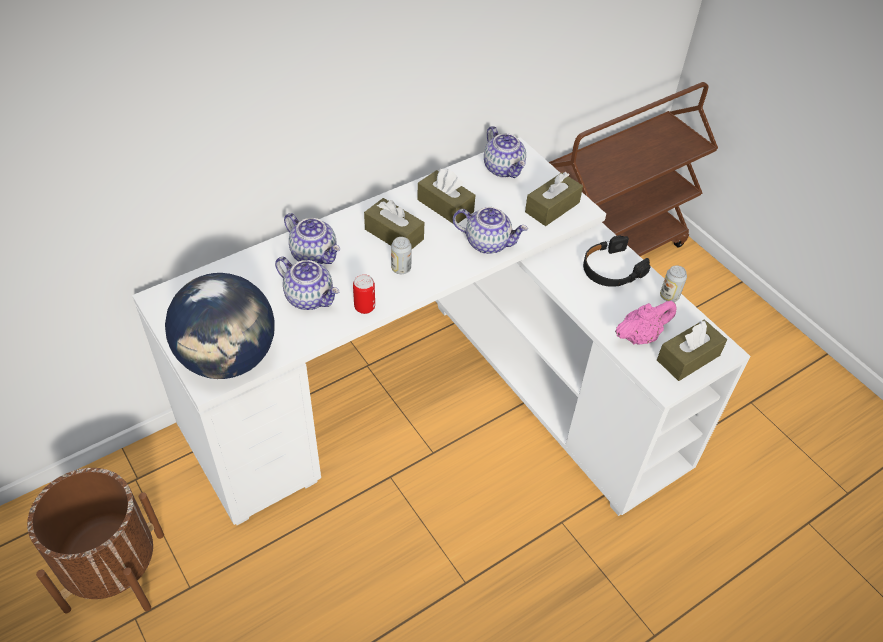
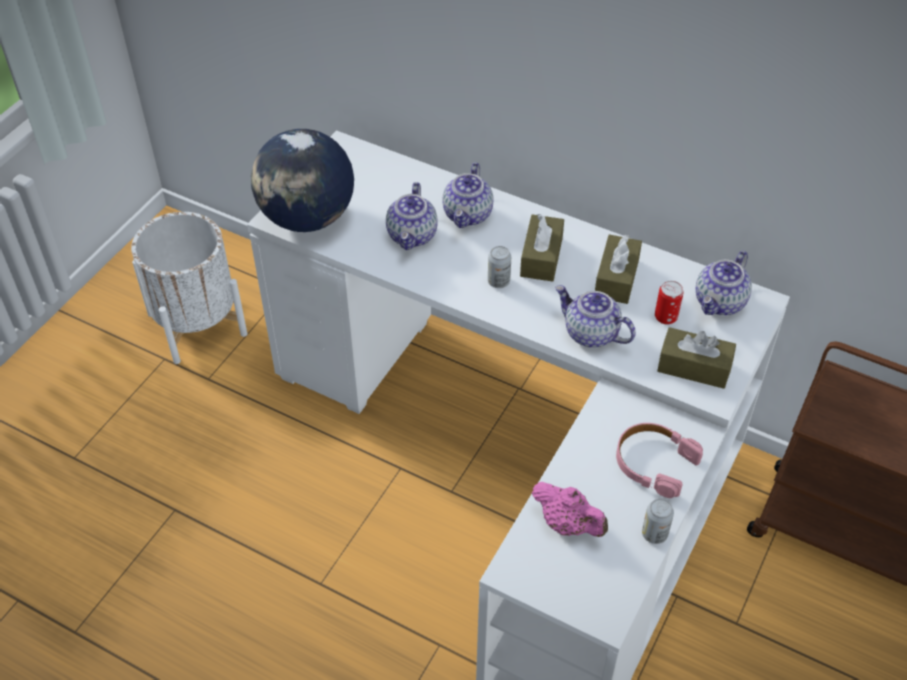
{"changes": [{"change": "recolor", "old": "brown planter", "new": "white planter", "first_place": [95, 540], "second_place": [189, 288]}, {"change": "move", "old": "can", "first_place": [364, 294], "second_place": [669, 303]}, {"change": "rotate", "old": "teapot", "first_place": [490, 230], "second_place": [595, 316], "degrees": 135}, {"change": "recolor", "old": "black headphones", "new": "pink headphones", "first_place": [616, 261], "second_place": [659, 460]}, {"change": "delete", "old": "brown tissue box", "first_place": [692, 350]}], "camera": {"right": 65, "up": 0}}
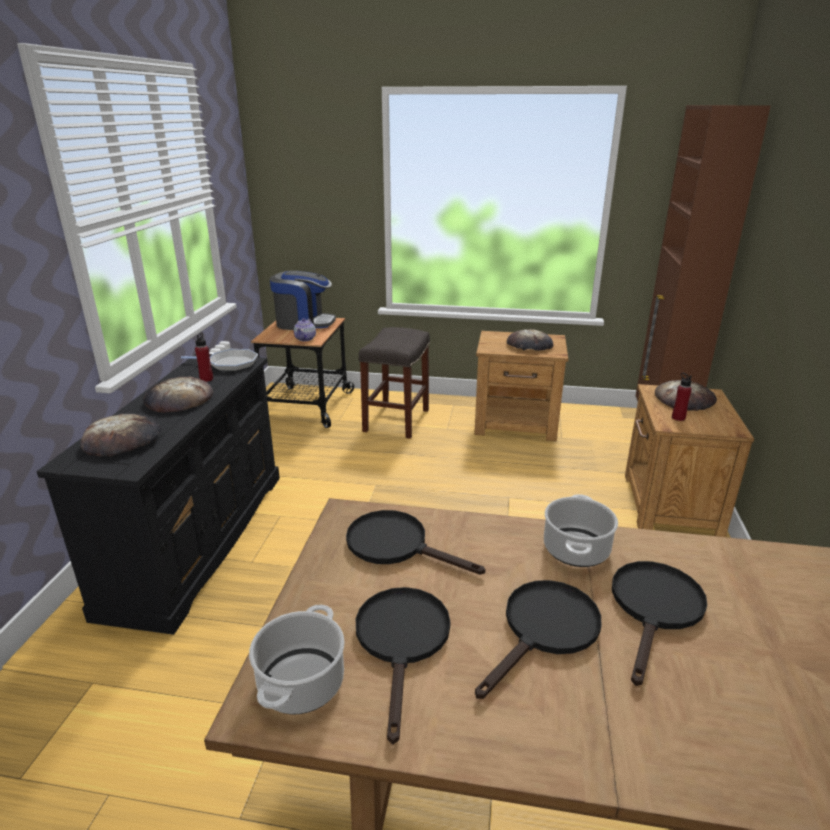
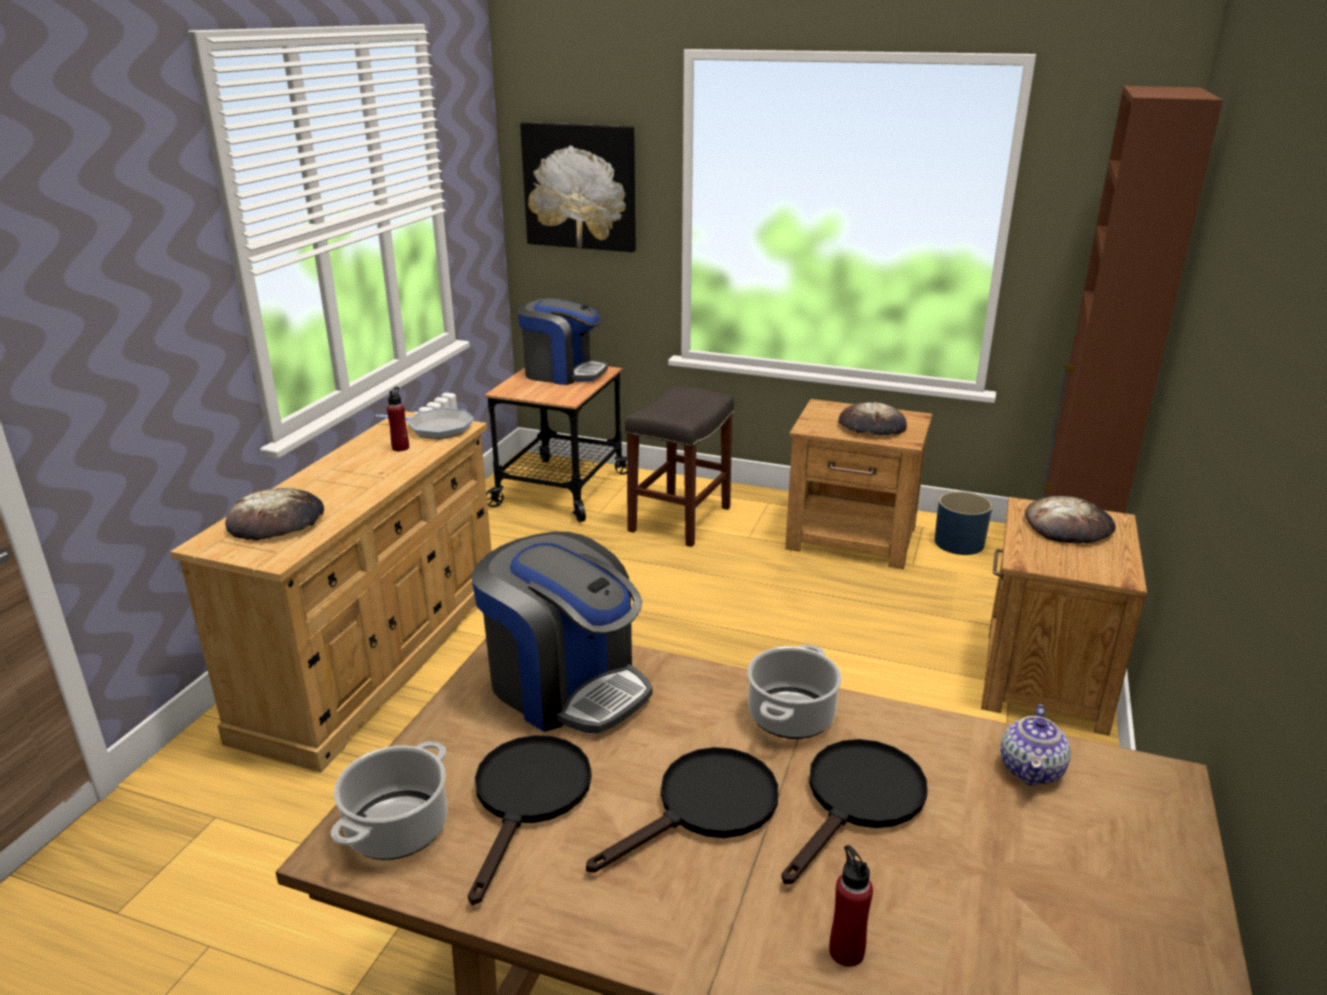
{"changes": [{"change": "recolor", "old": "black dresser", "new": "beige dresser", "first_place": [158, 494], "second_place": [331, 591]}, {"change": "delete", "old": "bread", "first_place": [178, 395]}, {"change": "move", "old": "teapot", "first_place": [305, 329], "second_place": [1036, 745]}, {"change": "replace", "old": "black frying pan", "new": "coffee machine", "first_place": [415, 542], "second_place": [562, 632]}, {"change": "move", "old": "red bottle", "first_place": [682, 397], "second_place": [851, 906]}, {"change": "insert", "new": "picture", "second_place": [578, 187]}, {"change": "insert", "new": "blue planter", "second_place": [963, 523]}], "camera": {"right": 10, "up": 0}}
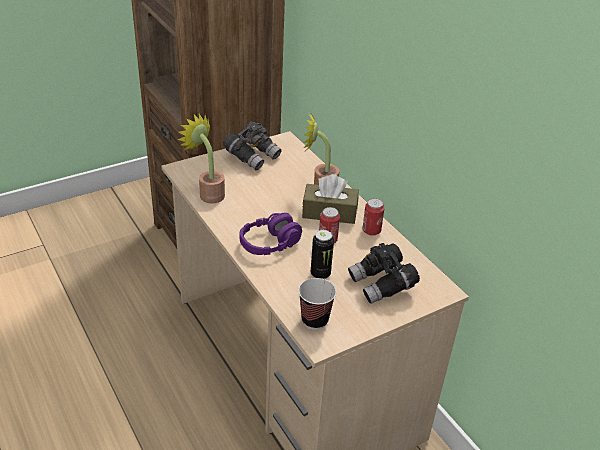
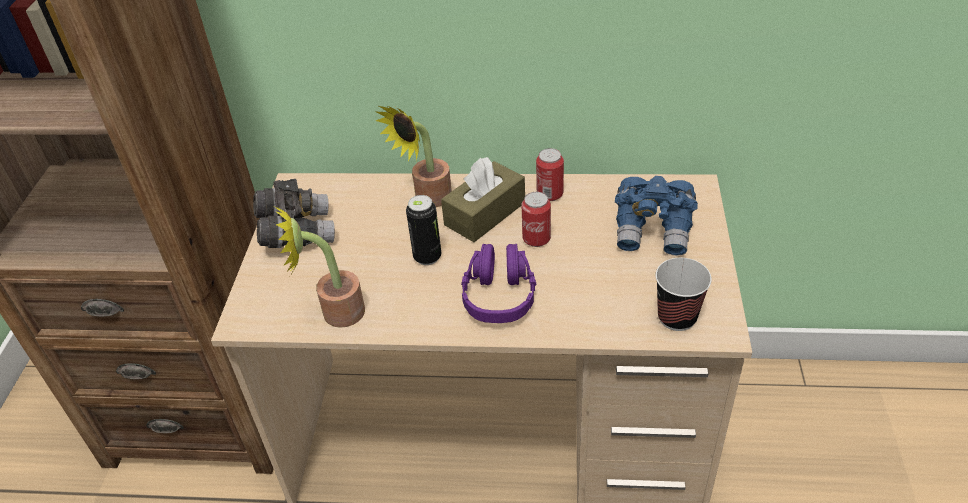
{"changes": [{"change": "move", "old": "can", "first_place": [322, 254], "second_place": [423, 230]}, {"change": "recolor", "old": "black binoculars", "new": "blue binoculars", "first_place": [384, 273], "second_place": [656, 216]}], "camera": {"right": -50, "up": 5}}
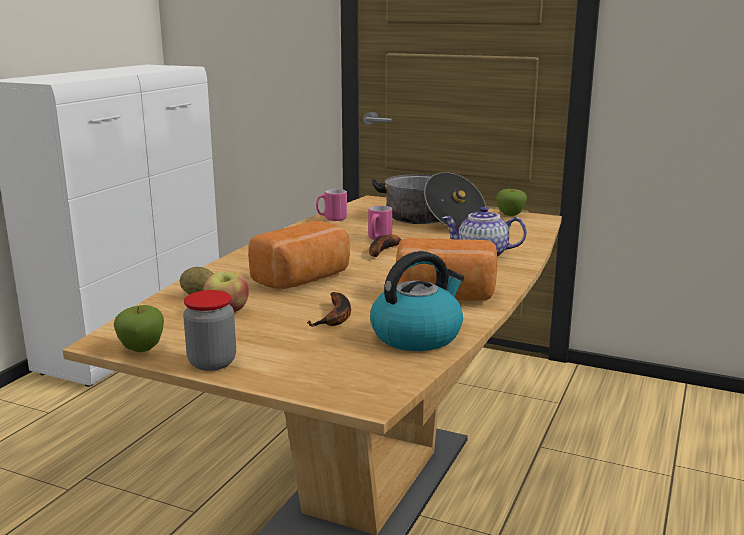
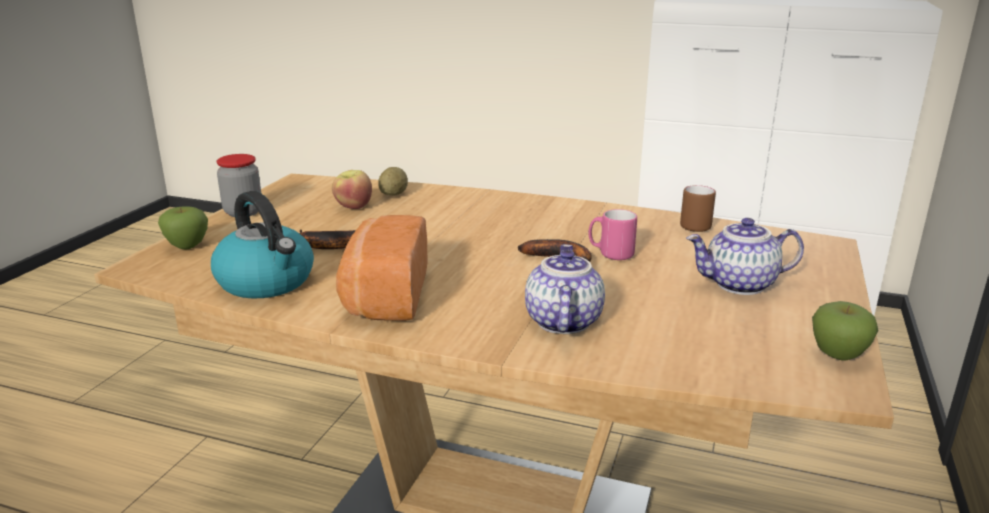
{"changes": [{"change": "move", "old": "apple", "first_place": [139, 328], "second_place": [183, 227]}, {"change": "delete", "old": "bread", "first_place": [299, 255]}, {"change": "recolor", "old": "pink mug", "new": "brown mug", "first_place": [331, 205], "second_place": [698, 208]}, {"change": "replace", "old": "cooking pot", "new": "teapot", "first_place": [428, 199], "second_place": [745, 256]}], "camera": {"right": 85, "up": 5}}
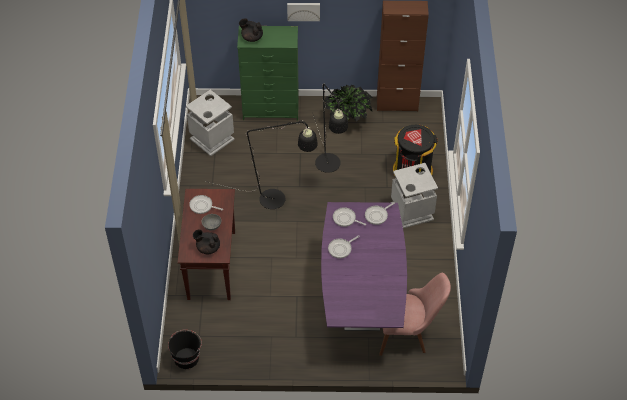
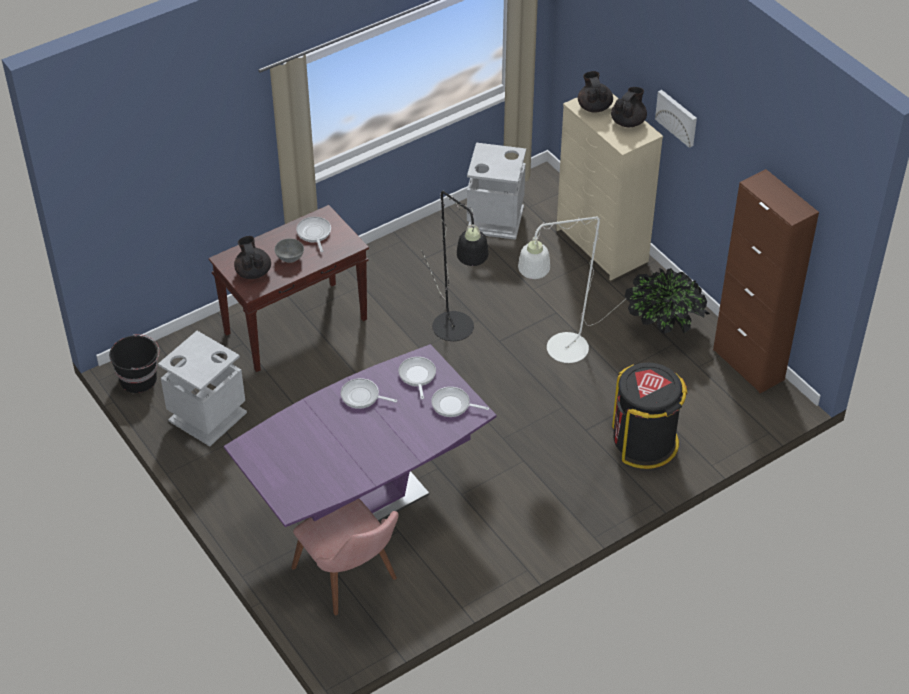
{"changes": [{"change": "recolor", "old": "green dresser", "new": "beige dresser", "first_place": [268, 73], "second_place": [609, 187]}, {"change": "recolor", "old": "black floor lamp", "new": "white floor lamp", "first_place": [330, 128], "second_place": [572, 289]}, {"change": "move", "old": "grey trash can", "first_place": [414, 195], "second_place": [202, 389]}, {"change": "insert", "new": "black teapot", "second_place": [629, 107]}], "camera": {"right": 55, "up": -5}}
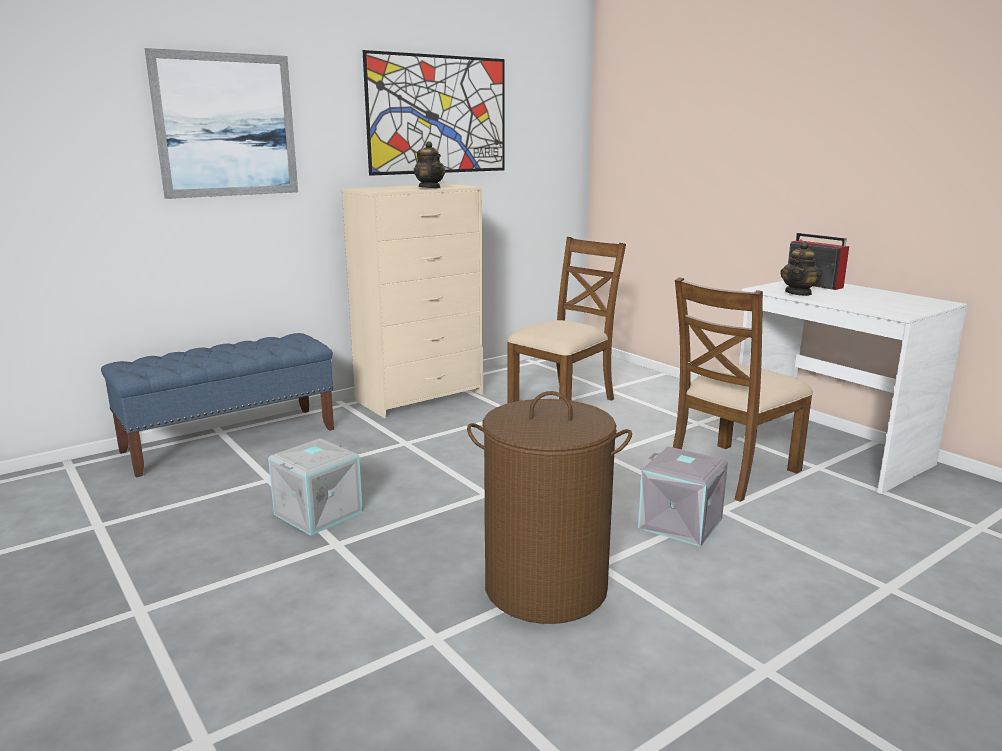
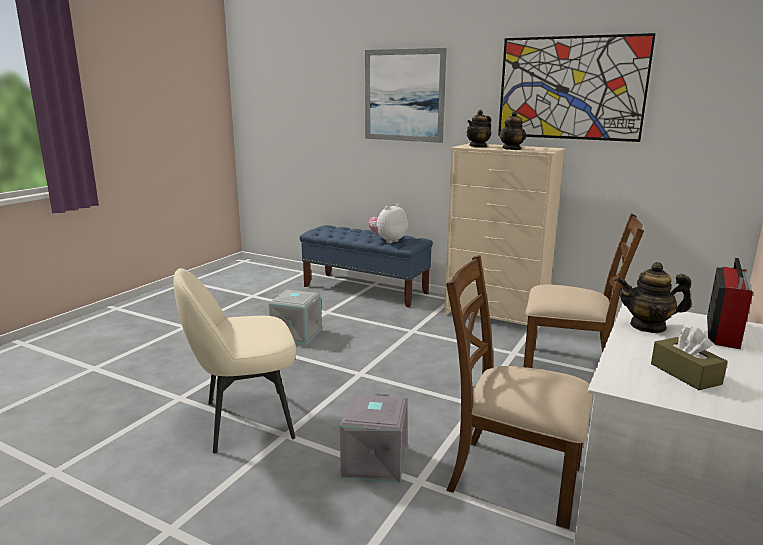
{"changes": [{"change": "replace", "old": "brown laundry basket", "new": "beige chair", "first_place": [549, 507], "second_place": [234, 360]}, {"change": "insert", "new": "plush toy", "second_place": [388, 223]}, {"change": "insert", "new": "teapot", "second_place": [479, 129]}, {"change": "insert", "new": "brown tissue box", "second_place": [689, 358]}], "camera": {"right": 65, "up": 0}}
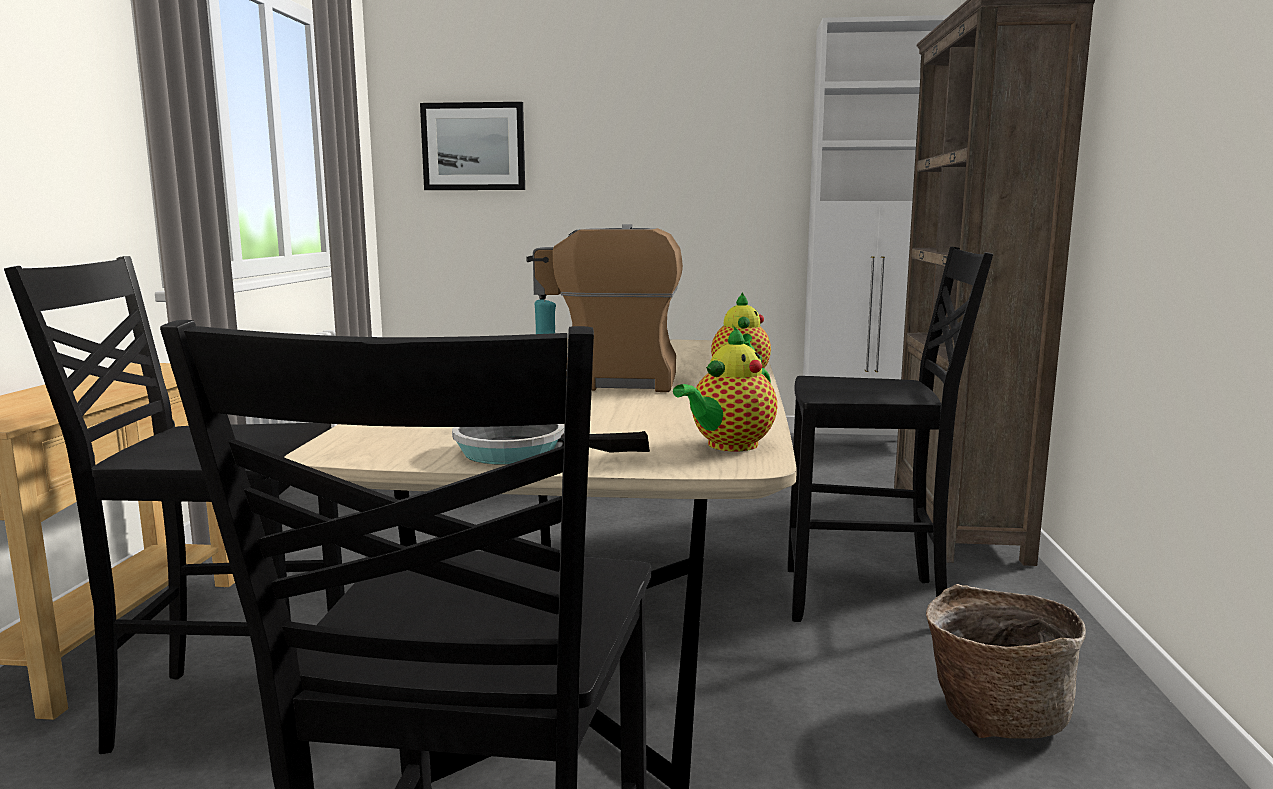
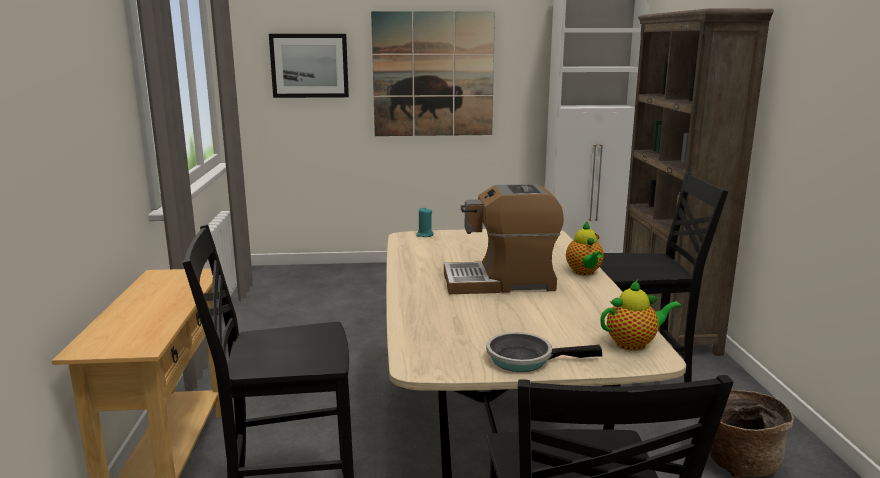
{"changes": [{"change": "rotate", "old": "teapot", "first_place": [725, 388], "second_place": [640, 315], "degrees": -135}, {"change": "insert", "new": "picture", "second_place": [433, 73]}], "camera": {"right": -10, "up": 5}}
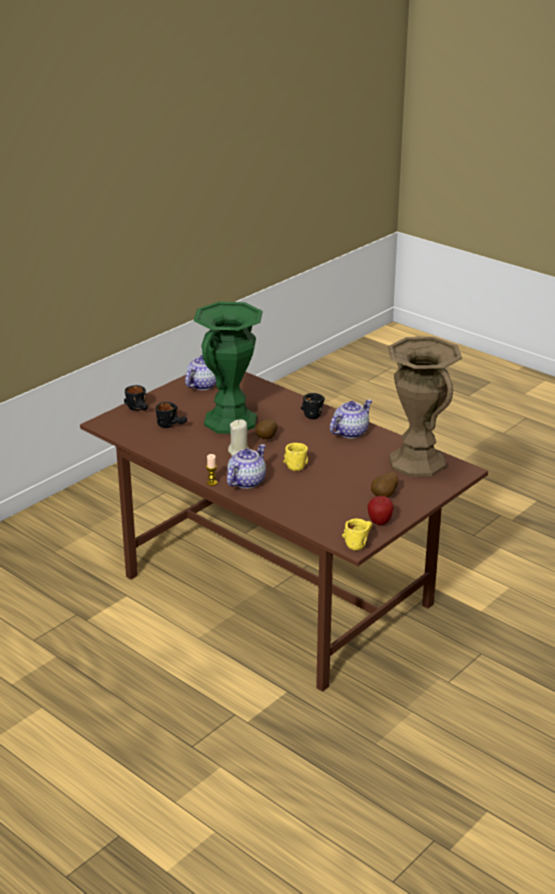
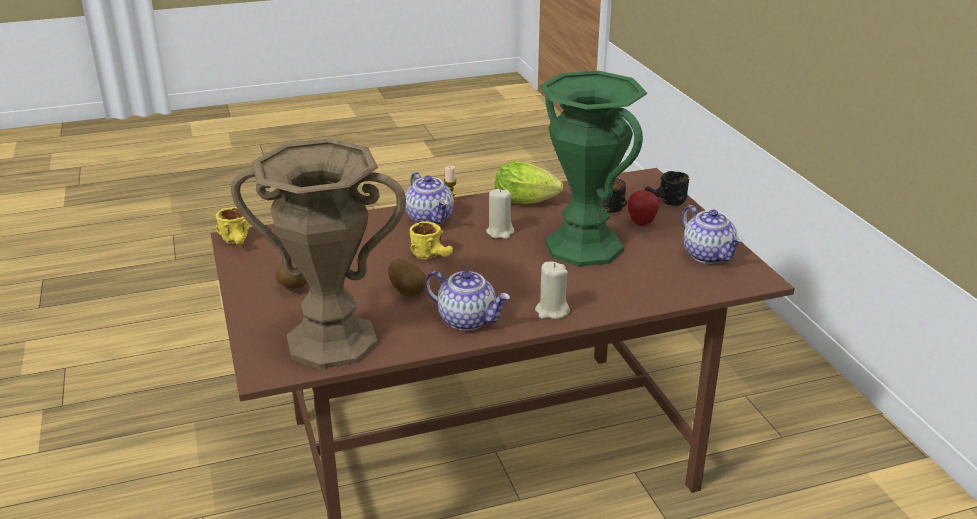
{"changes": [{"change": "move", "old": "potato", "first_place": [266, 429], "second_place": [407, 277]}, {"change": "replace", "old": "black mug", "new": "beige candle", "first_place": [313, 406], "second_place": [552, 290]}, {"change": "rotate", "old": "teapot", "first_place": [351, 418], "second_place": [467, 301], "degrees": -45}, {"change": "move", "old": "apple", "first_place": [381, 510], "second_place": [644, 208]}, {"change": "insert", "new": "lettuce", "second_place": [529, 182]}], "camera": {"right": 120, "up": 0}}
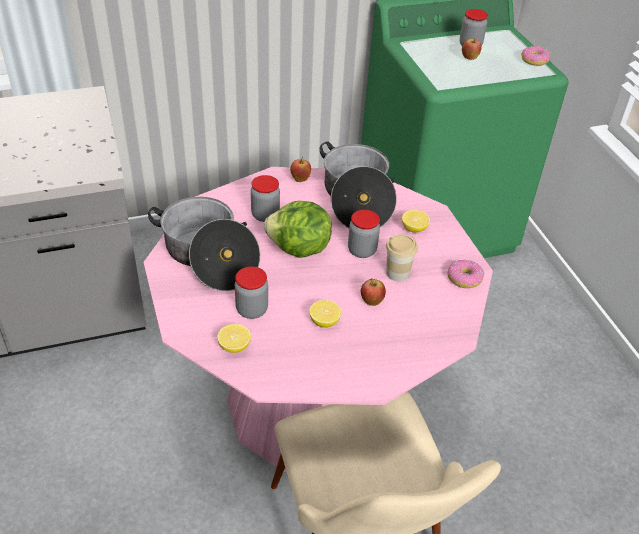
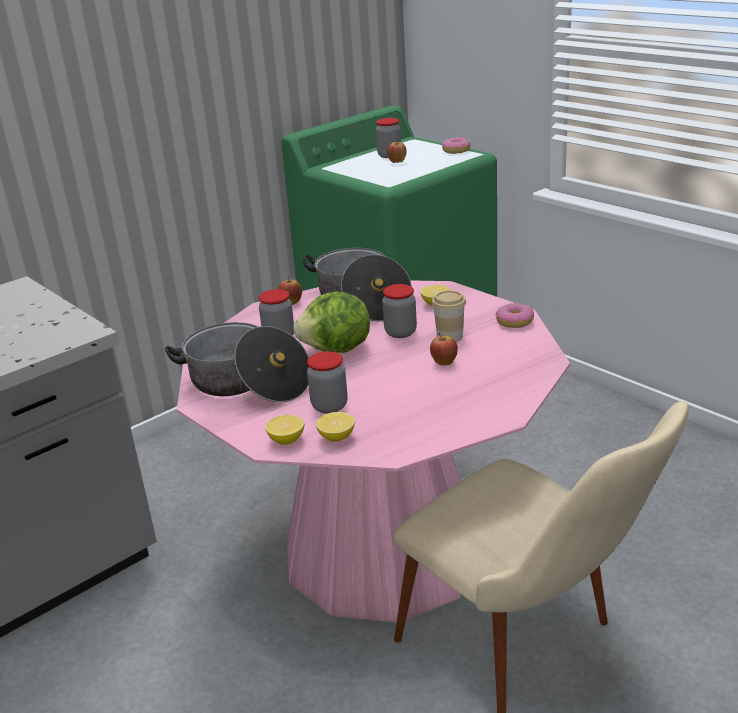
{"changes": [{"change": "move", "old": "lemon", "first_place": [325, 314], "second_place": [284, 430]}], "camera": {"right": -20, "up": -15}}
